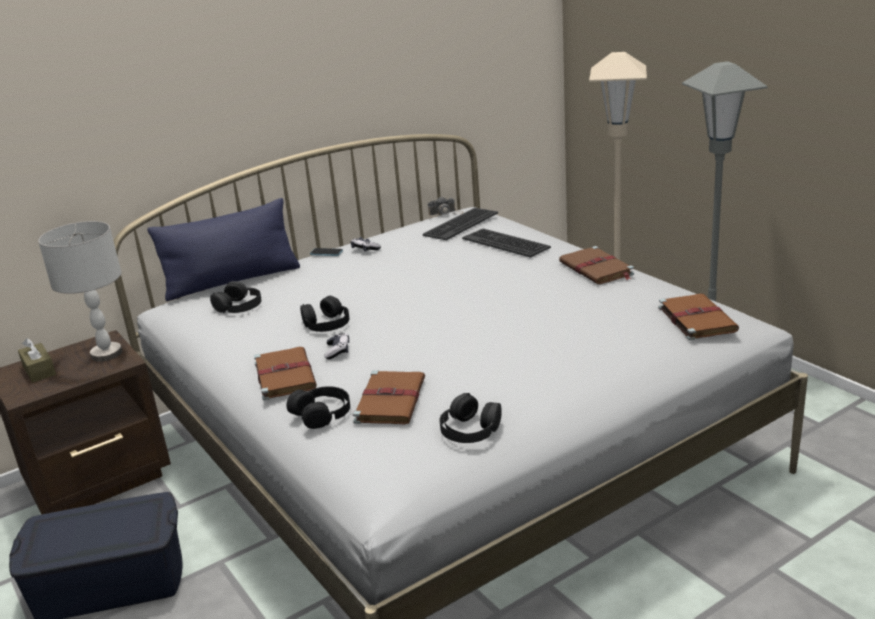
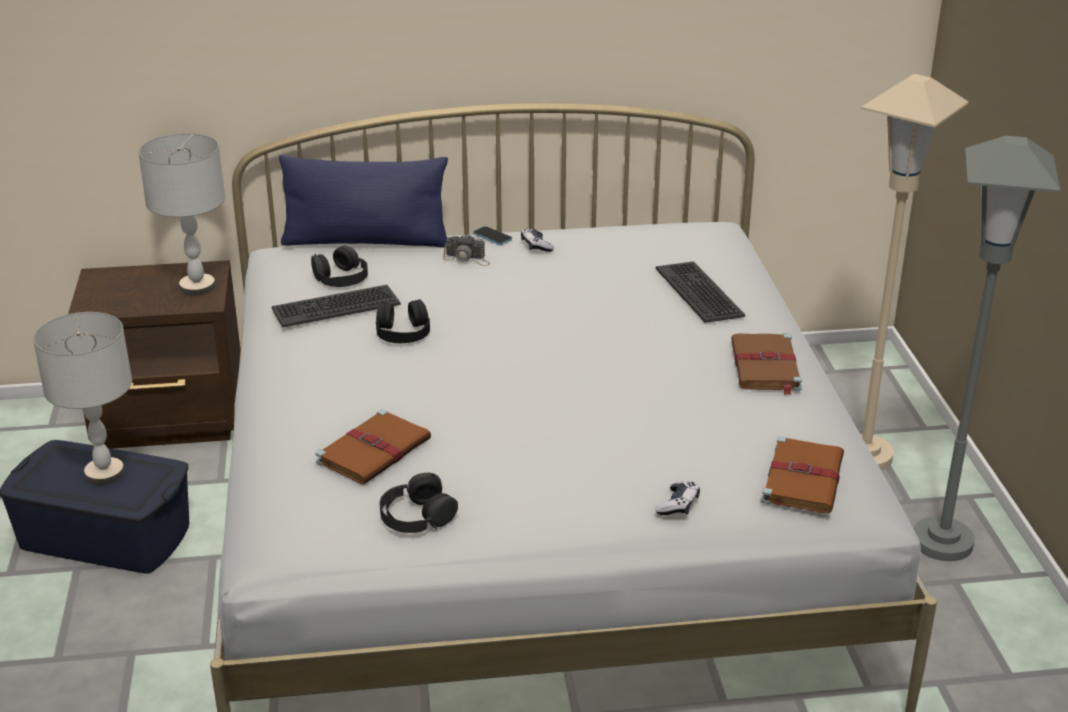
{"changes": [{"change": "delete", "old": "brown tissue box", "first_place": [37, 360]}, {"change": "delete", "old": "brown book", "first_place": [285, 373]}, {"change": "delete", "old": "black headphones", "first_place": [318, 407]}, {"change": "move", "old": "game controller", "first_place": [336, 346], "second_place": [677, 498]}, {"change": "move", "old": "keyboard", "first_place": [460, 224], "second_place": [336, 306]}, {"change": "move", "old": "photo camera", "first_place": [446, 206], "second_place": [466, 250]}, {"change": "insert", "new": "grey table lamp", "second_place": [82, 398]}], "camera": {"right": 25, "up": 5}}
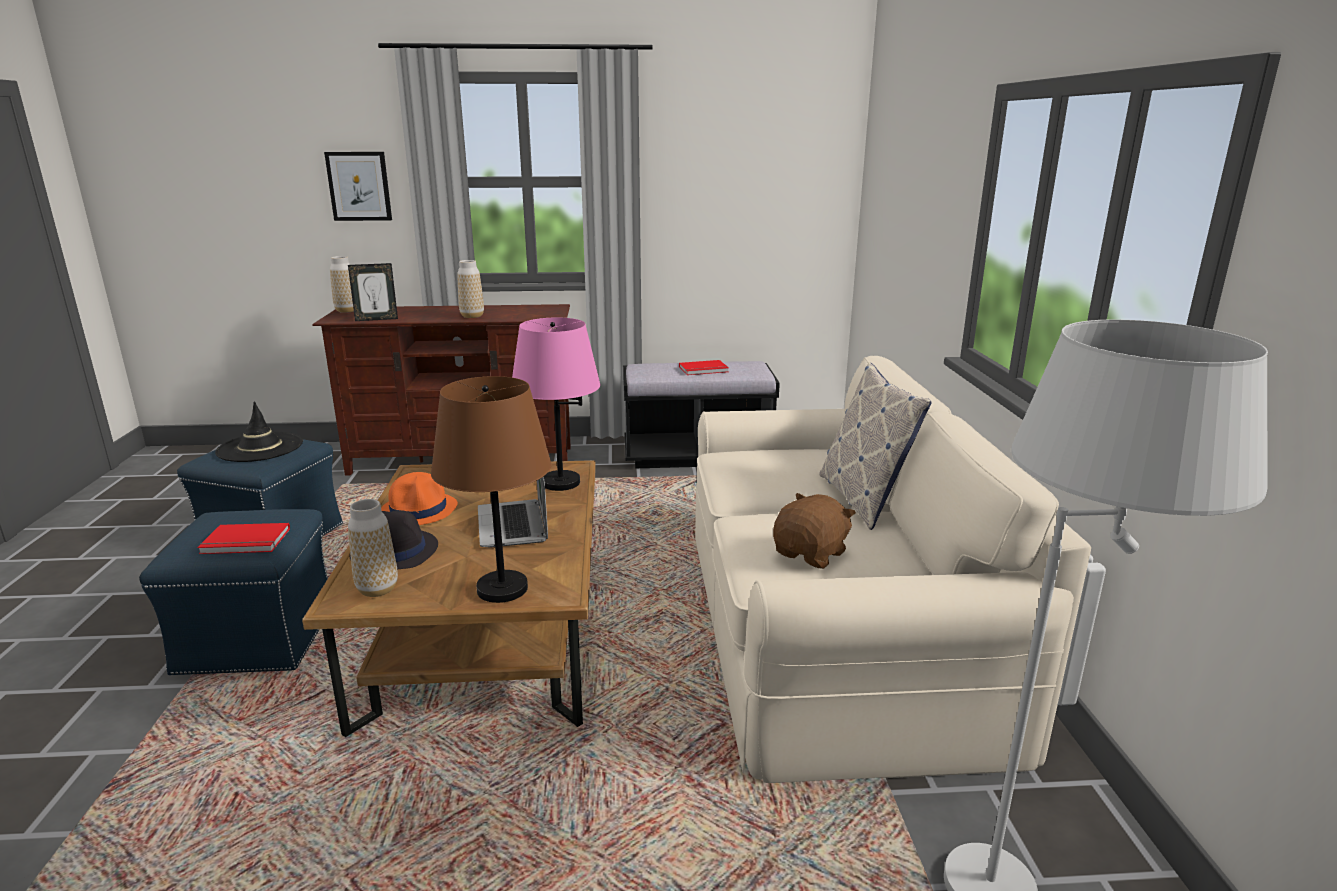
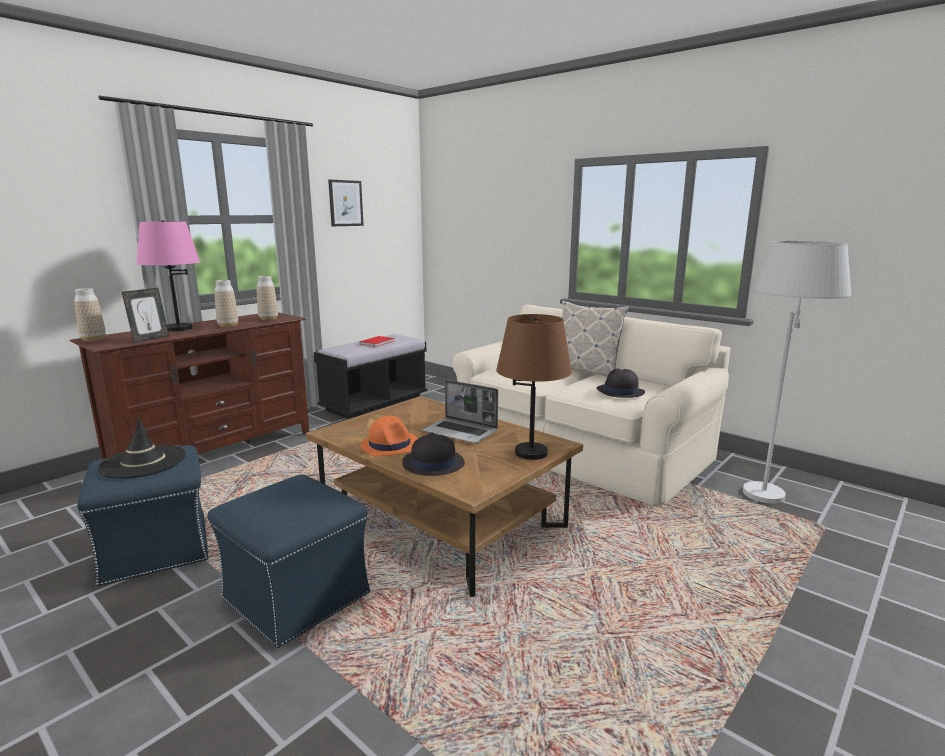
{"changes": [{"change": "delete", "old": "red book", "first_place": [243, 538]}, {"change": "move", "old": "picture", "first_place": [358, 186], "second_place": [346, 202]}, {"change": "move", "old": "vase", "first_place": [373, 548], "second_place": [267, 298]}, {"change": "move", "old": "pink table lamp", "first_place": [556, 404], "second_place": [168, 275]}, {"change": "replace", "old": "brown plush toy", "new": "black hat", "first_place": [814, 531], "second_place": [620, 383]}], "camera": {"right": -45, "up": -5}}
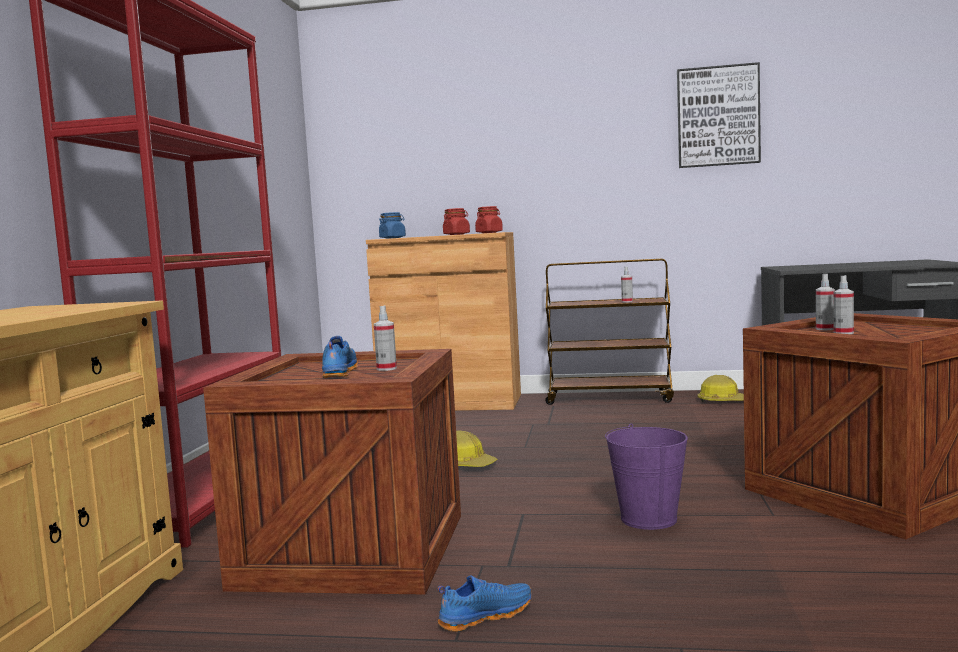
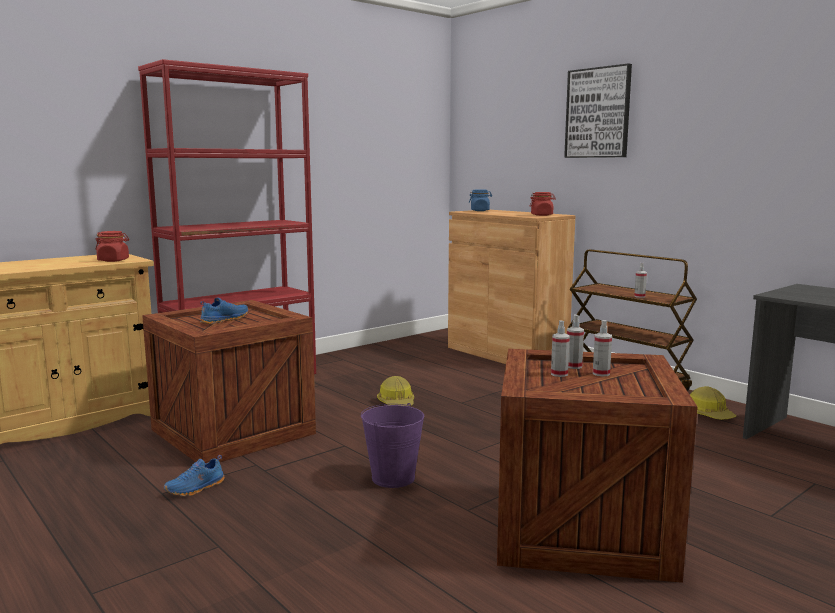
{"changes": [{"change": "move", "old": "spray bottle", "first_place": [385, 338], "second_place": [602, 348]}, {"change": "rotate", "old": "blue shoe", "first_place": [484, 603], "second_place": [194, 475], "degrees": 120}, {"change": "move", "old": "red jar", "first_place": [456, 221], "second_place": [112, 246]}, {"change": "move", "old": "picture", "first_place": [719, 115], "second_place": [598, 110]}], "camera": {"right": 40, "up": 5}}
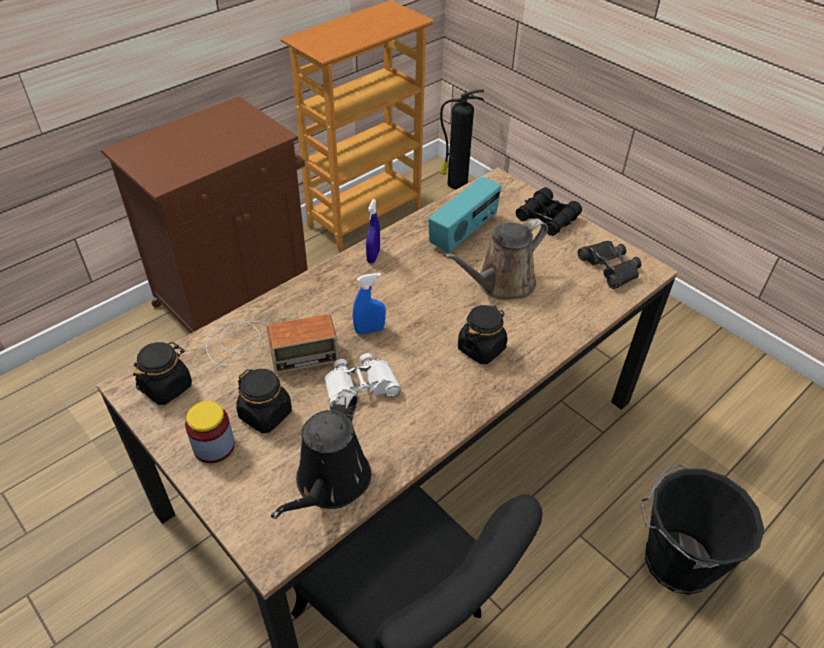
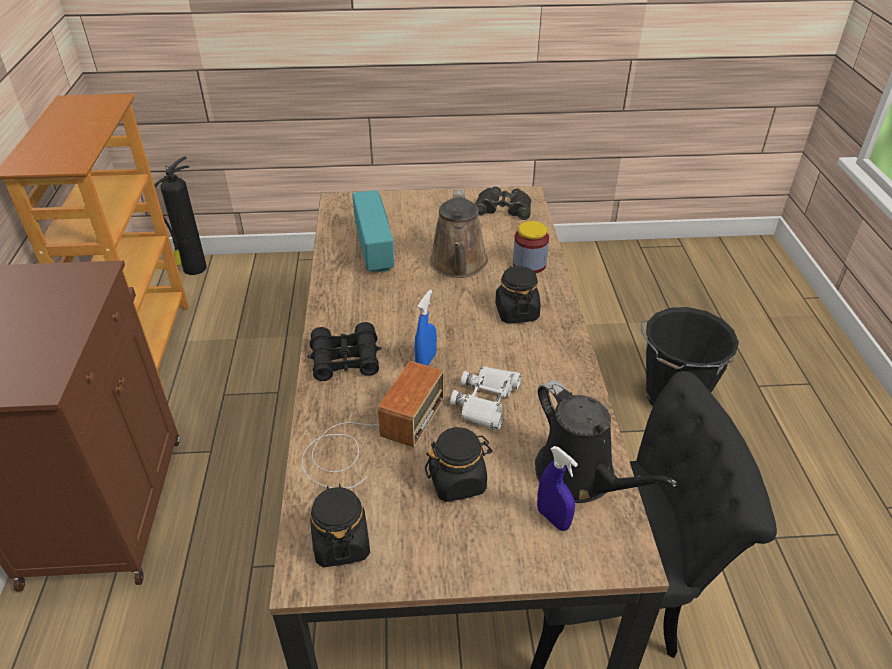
{"changes": [{"change": "move", "old": "jar", "first_place": [210, 432], "second_place": [531, 247]}, {"change": "move", "old": "blue spray bottle", "first_place": [373, 231], "second_place": [557, 488]}, {"change": "move", "old": "black binoculars", "first_place": [549, 211], "second_place": [344, 351]}], "camera": {"right": -50, "up": -5}}
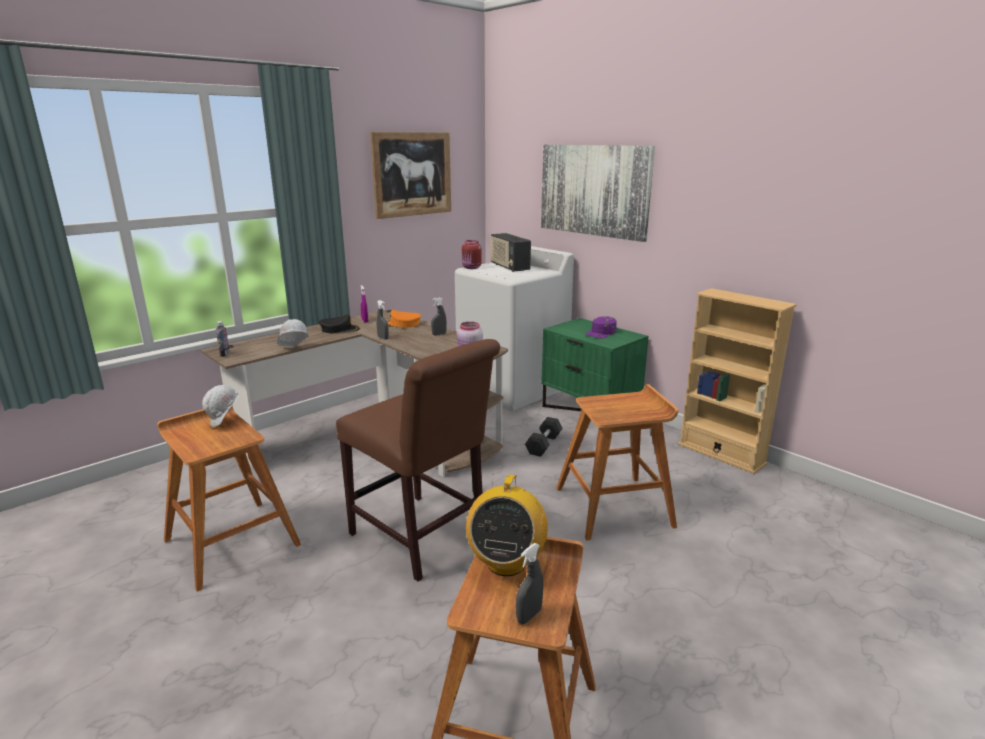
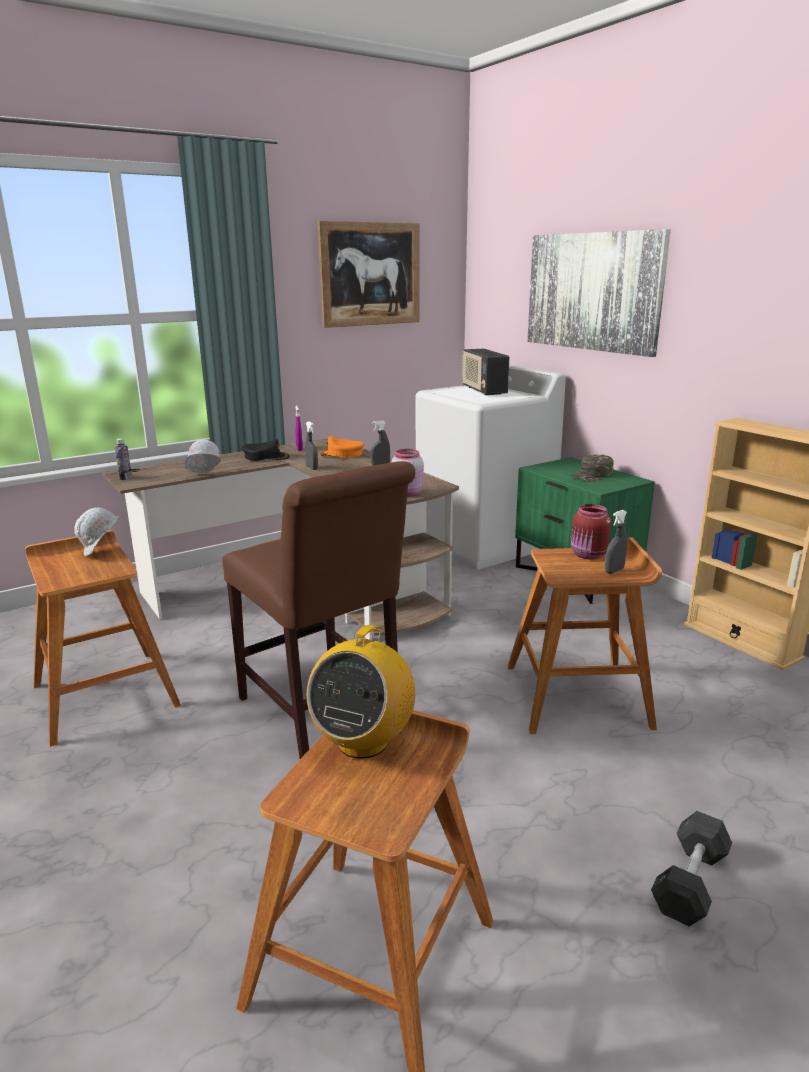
{"changes": [{"change": "move", "old": "red jar", "first_place": [472, 254], "second_place": [591, 532]}, {"change": "move", "old": "grey spray bottle", "first_place": [529, 583], "second_place": [616, 542]}, {"change": "move", "old": "grey dumbbell", "first_place": [544, 437], "second_place": [691, 868]}, {"change": "recolor", "old": "purple cap", "new": "green cap", "first_place": [601, 327], "second_place": [592, 468]}], "camera": {"right": 10, "up": 0}}
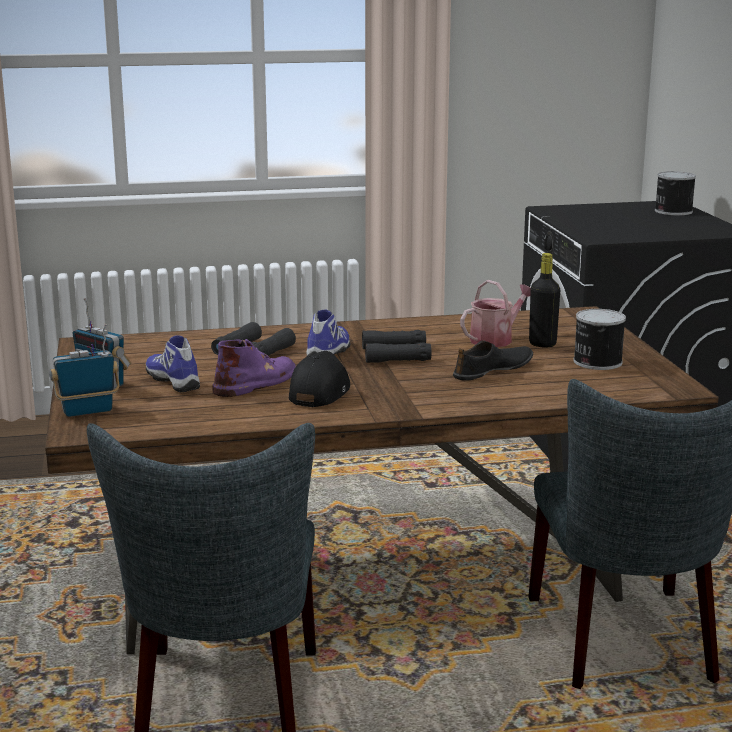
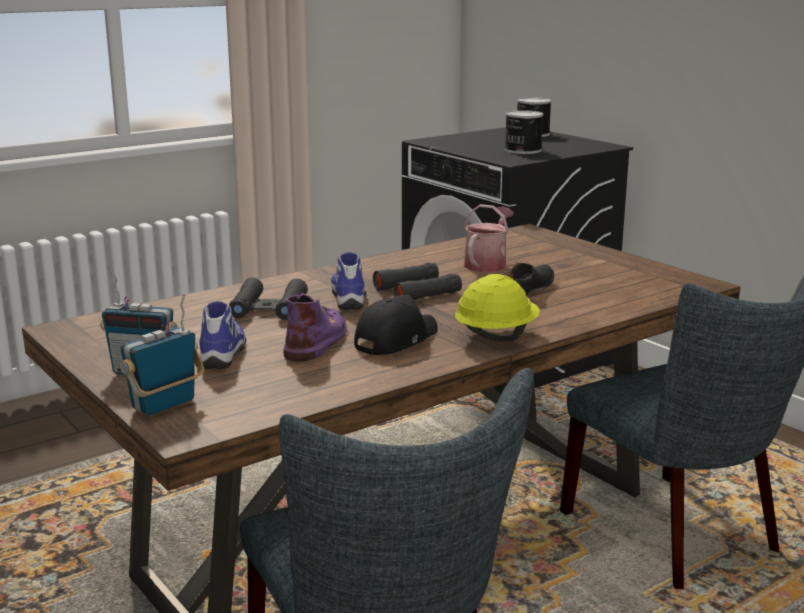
{"changes": [{"change": "rotate", "old": "shoe", "first_place": [173, 363], "second_place": [222, 335], "degrees": 60}, {"change": "rotate", "old": "black cap", "first_place": [319, 379], "second_place": [396, 325], "degrees": 45}, {"change": "delete", "old": "black bottle", "first_place": [544, 300]}, {"change": "move", "old": "can", "first_place": [599, 339], "second_place": [524, 132]}, {"change": "insert", "new": "yellow hard hat", "second_place": [497, 307]}], "camera": {"right": -25, "up": 0}}
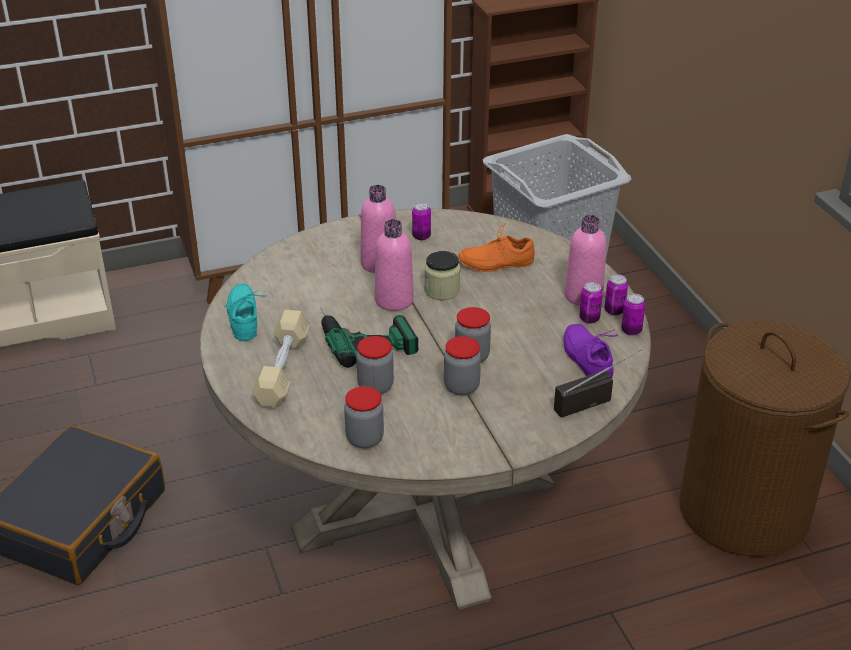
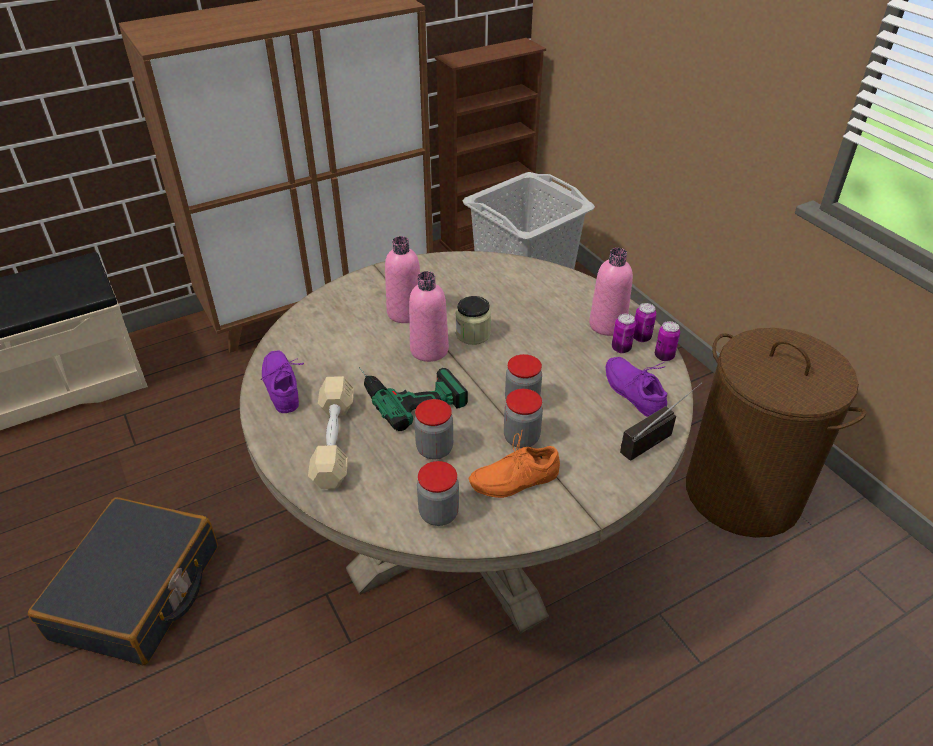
{"changes": [{"change": "recolor", "old": "turquoise shoe", "new": "purple shoe", "first_place": [245, 312], "second_place": [282, 381]}, {"change": "delete", "old": "can", "first_place": [421, 221]}, {"change": "move", "old": "orange shoe", "first_place": [496, 246], "second_place": [514, 464]}], "camera": {"right": -10, "up": 5}}
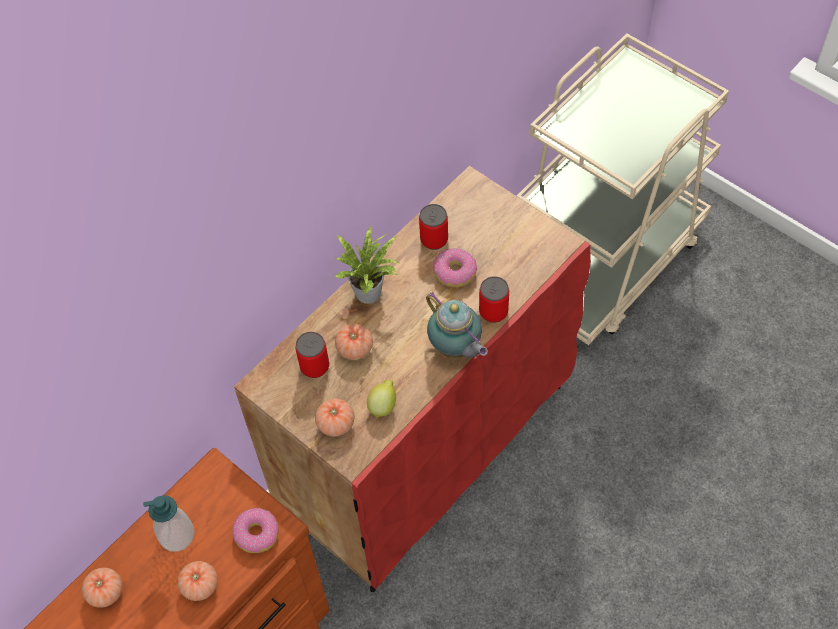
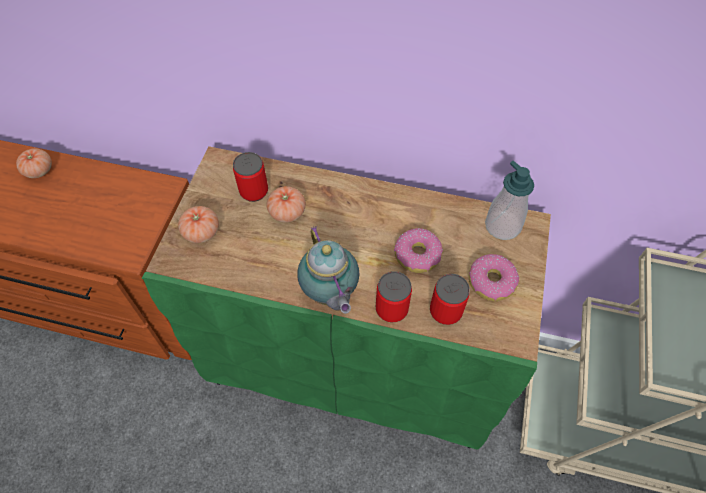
{"changes": [{"change": "move", "old": "soap dispenser", "first_place": [169, 524], "second_place": [509, 200]}, {"change": "delete", "old": "tomato", "first_place": [198, 581]}, {"change": "move", "old": "donut", "first_place": [255, 530], "second_place": [494, 277]}, {"change": "recolor", "old": "red cabinet", "new": "green cabinet", "first_place": [412, 379], "second_place": [346, 298]}, {"change": "delete", "old": "potted plant", "first_place": [367, 265]}, {"change": "delete", "old": "lemon", "first_place": [381, 399]}, {"change": "move", "old": "can", "first_place": [433, 227], "second_place": [450, 299]}, {"change": "rotate", "old": "teapot", "first_place": [457, 325], "second_place": [328, 270], "degrees": -45}], "camera": {"right": 60, "up": 0}}
